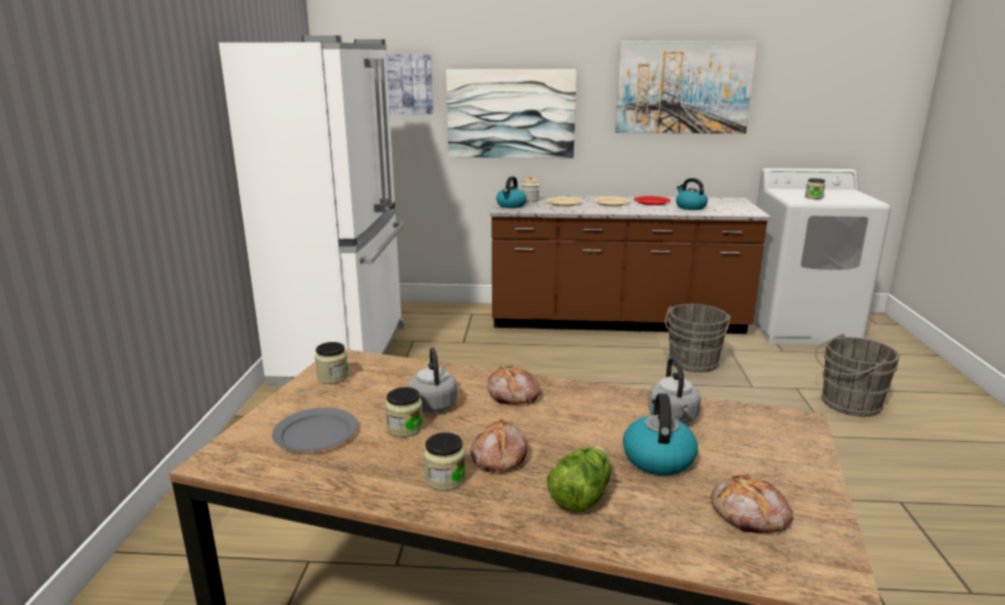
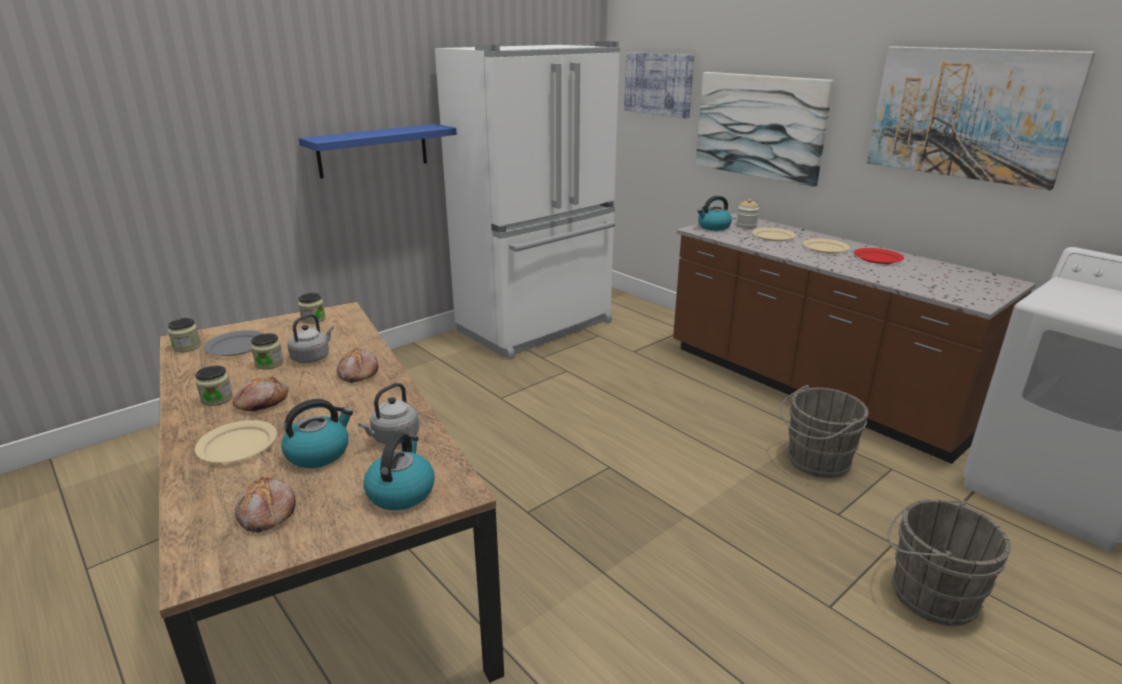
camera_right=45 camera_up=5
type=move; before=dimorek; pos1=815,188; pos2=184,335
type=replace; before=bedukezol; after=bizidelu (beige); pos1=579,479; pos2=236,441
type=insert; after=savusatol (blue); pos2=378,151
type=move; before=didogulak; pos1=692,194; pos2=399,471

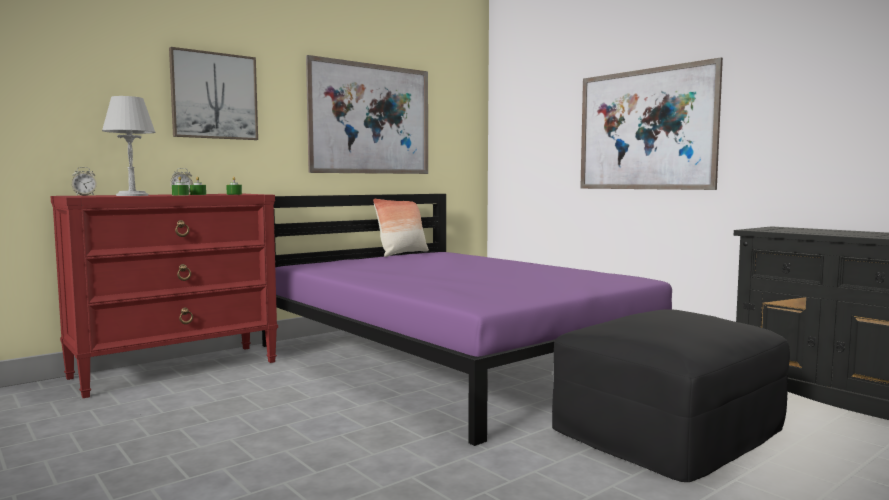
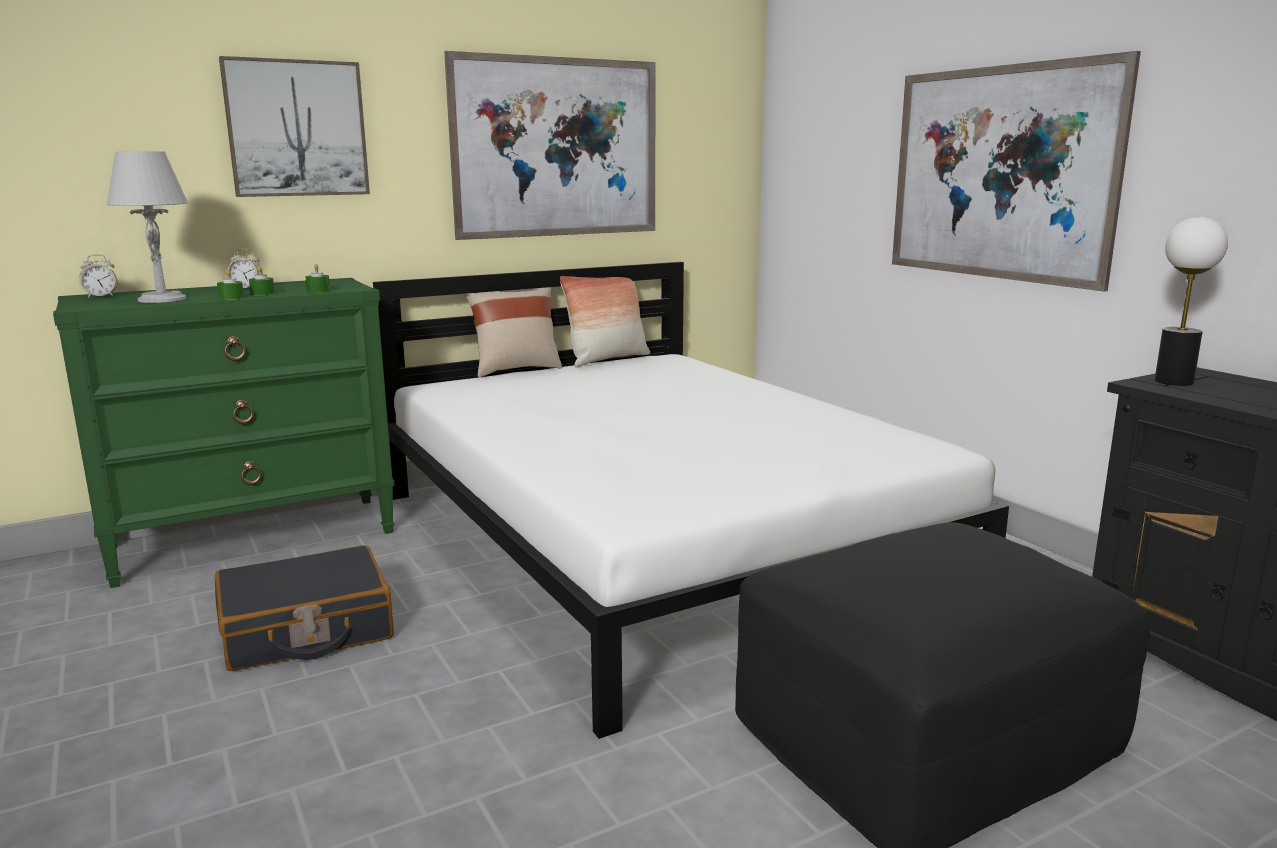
camera_right=10 camera_up=10
type=recolor; before=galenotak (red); after=galenotak (green); pos1=164,296; pos2=224,433
type=insert; after=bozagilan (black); pos2=304,608
type=recolor; before=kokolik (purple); after=kokolik (white); pos1=467,320; pos2=691,500
type=insert; after=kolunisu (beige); pos2=513,332
type=insert; after=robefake; pos2=1191,301

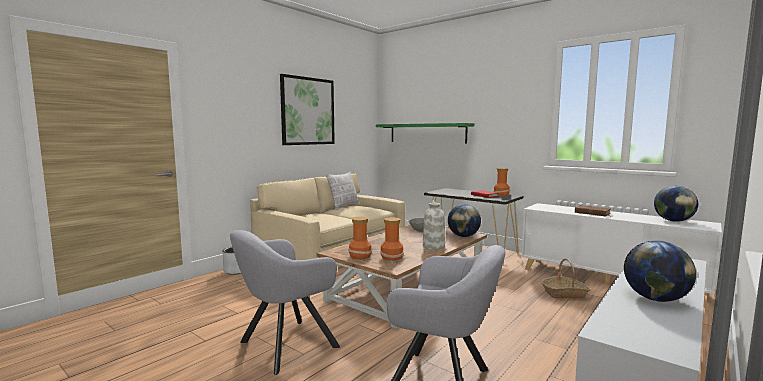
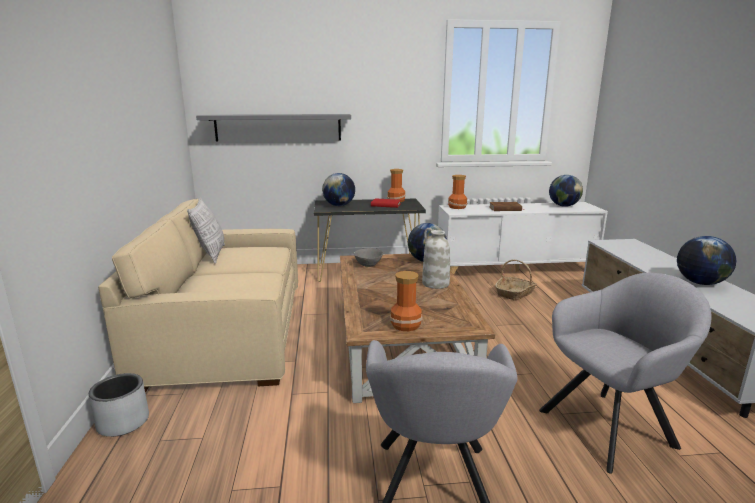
camera_right=-45 camera_up=10
type=recolor; before=savusatol (green); after=savusatol (grey); pos1=425,133; pos2=273,128
type=insert; after=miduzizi; pos2=338,189
type=move; before=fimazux; pos1=392,239; pos2=457,192
type=delete; before=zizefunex; pos1=307,109

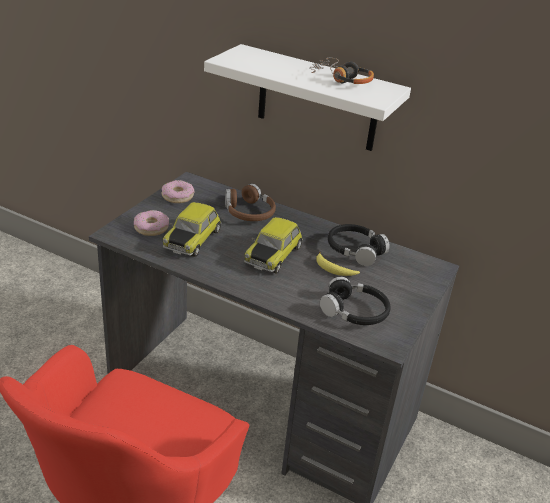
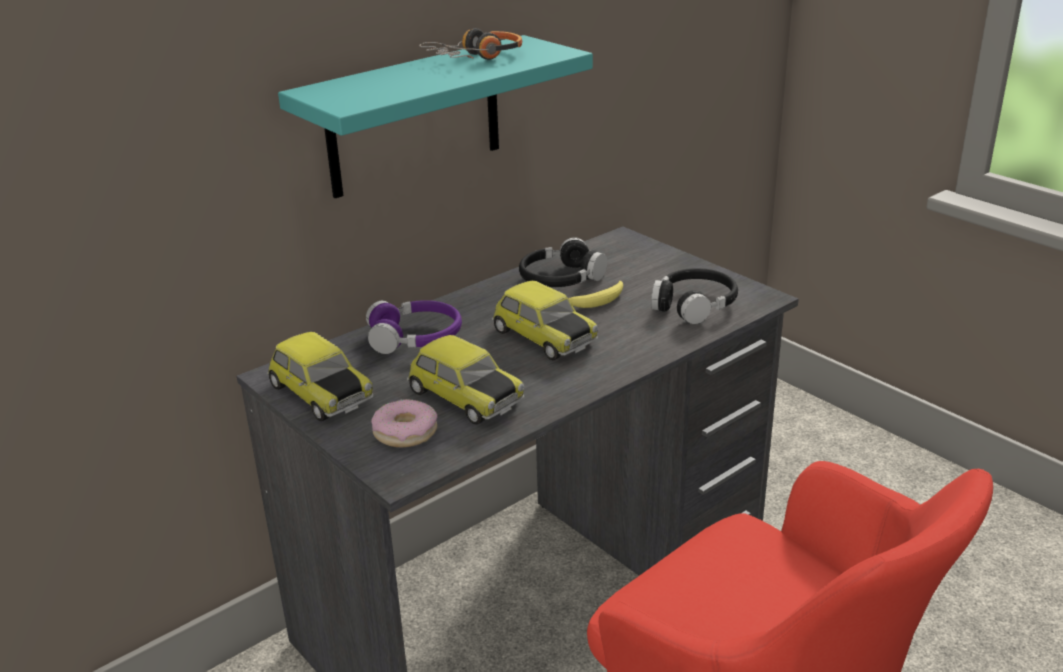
camera_right=-65 camera_up=-5
type=replace; before=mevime; after=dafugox; pos1=178,191; pos2=320,376
type=recolor; before=savusatol (white); after=savusatol (turquoise); pos1=307,97; pos2=435,116
type=recolor; before=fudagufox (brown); after=fudagufox (purple); pos1=250,202; pos2=414,327

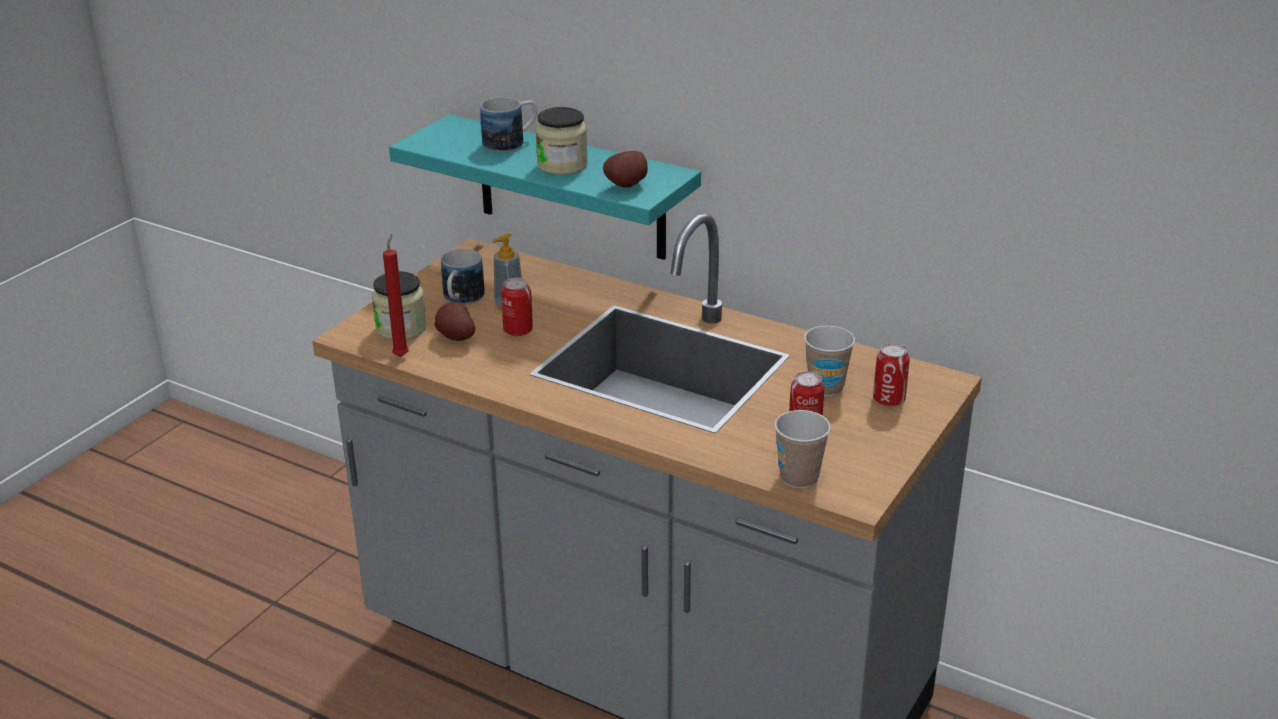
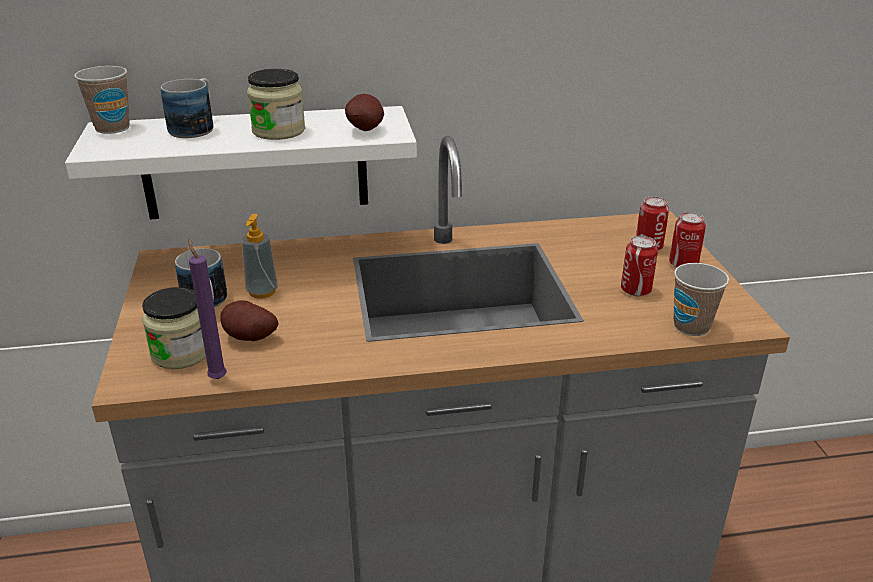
camera_right=-40 camera_up=0
type=recolor; before=savusatol (turquoise); after=savusatol (white); pos1=545,187; pos2=241,163
type=move; before=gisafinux; pos1=829,361; pos2=102,100
type=recolor; before=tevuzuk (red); after=tevuzuk (purple); pos1=396,295; pos2=207,308
type=move; before=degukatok; pos1=517,307; pos2=687,240

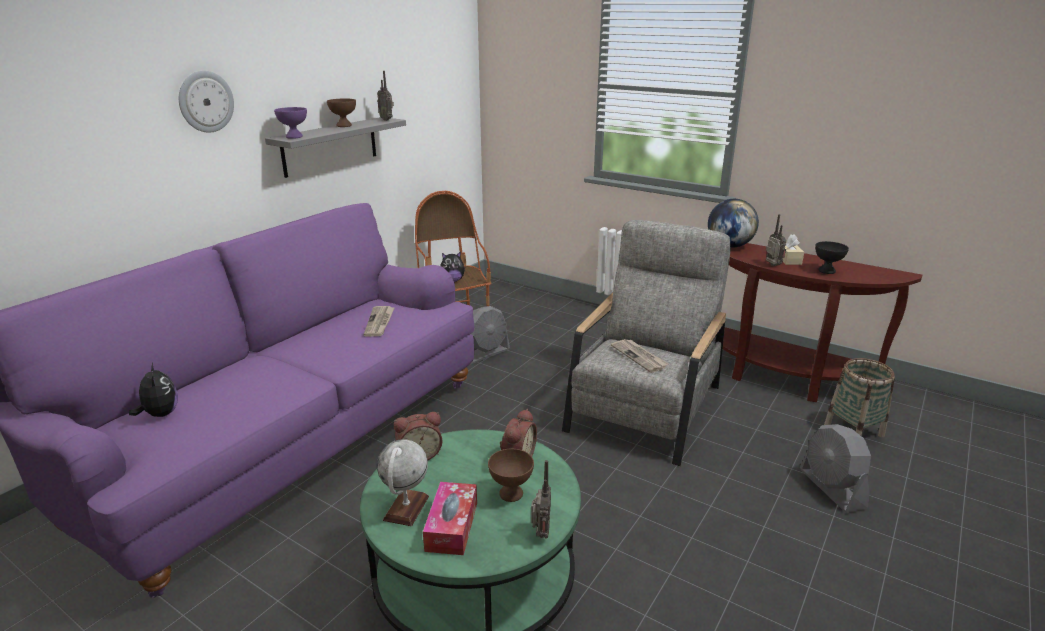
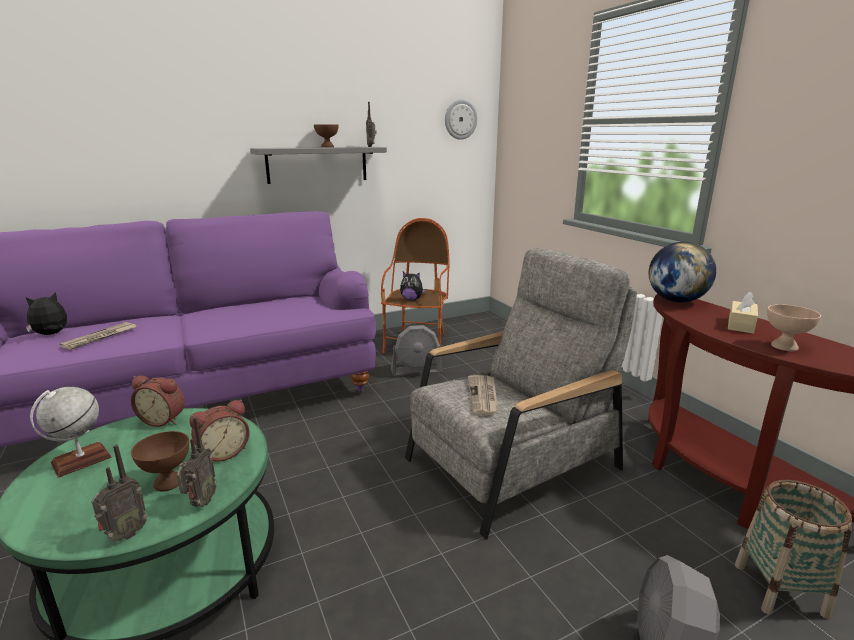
camera_right=30 camera_up=-5
type=rotate; before=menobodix; pos1=153,390; pos2=46,313; turn=-135
type=move; before=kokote; pos1=379,321; pos2=98,336
type=move; before=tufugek; pos1=776,240; pos2=196,462
type=move; before=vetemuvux; pos1=206,102; pos2=461,119
type=recolor; before=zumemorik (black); after=zumemorik (beige); pos1=832,257; pos2=794,327
type=delete; before=zumemorik (purple); pos1=290,123
type=delete; before=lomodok; pos1=450,518

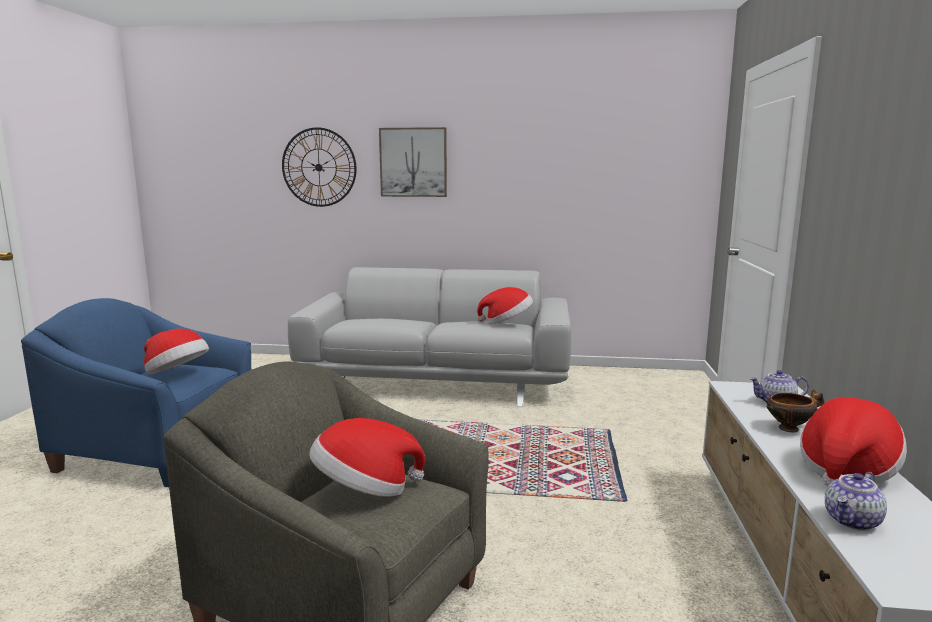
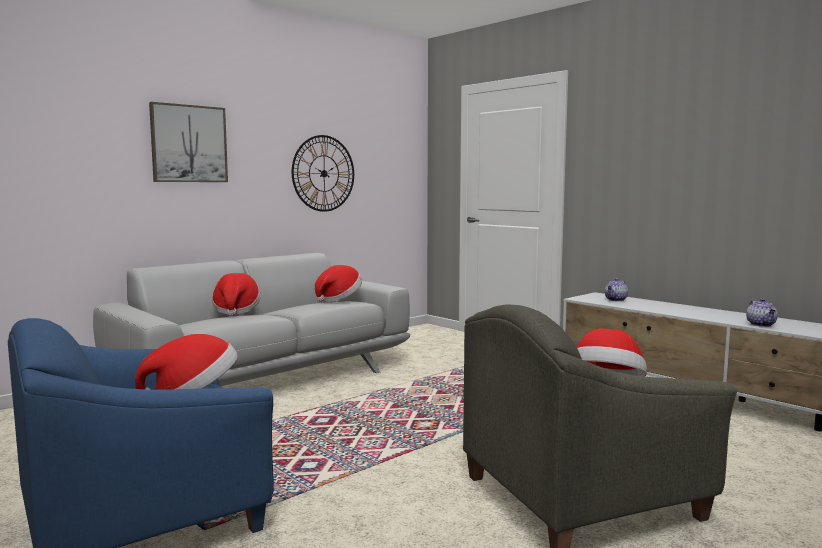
camera_right=-50 camera_up=-5
type=move; before=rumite; pos1=853,442; pos2=236,294
type=move; before=vetemuvux; pos1=319,167; pos2=323,173
type=delete; before=zumemorik; pos1=796,411

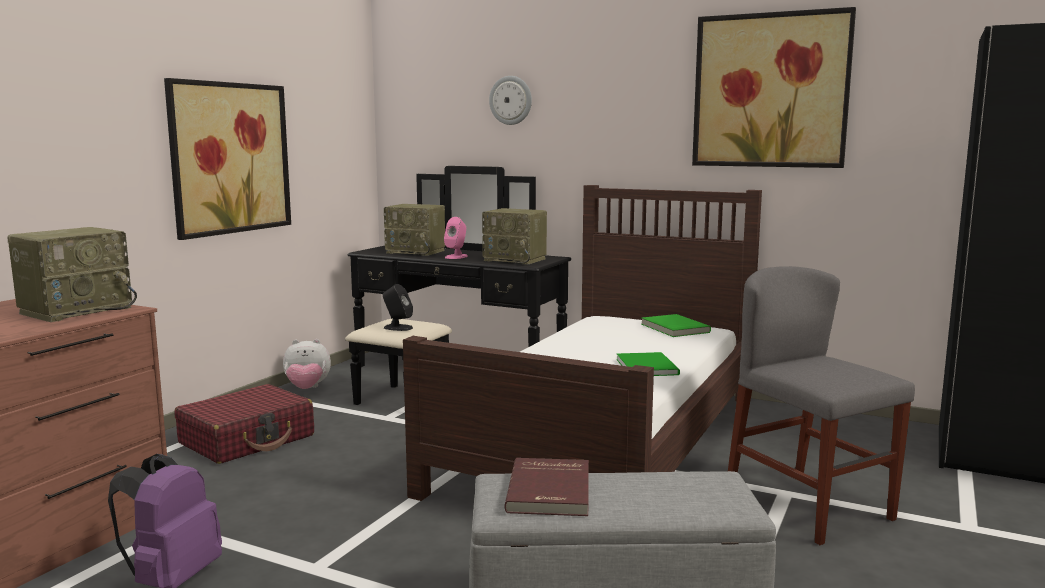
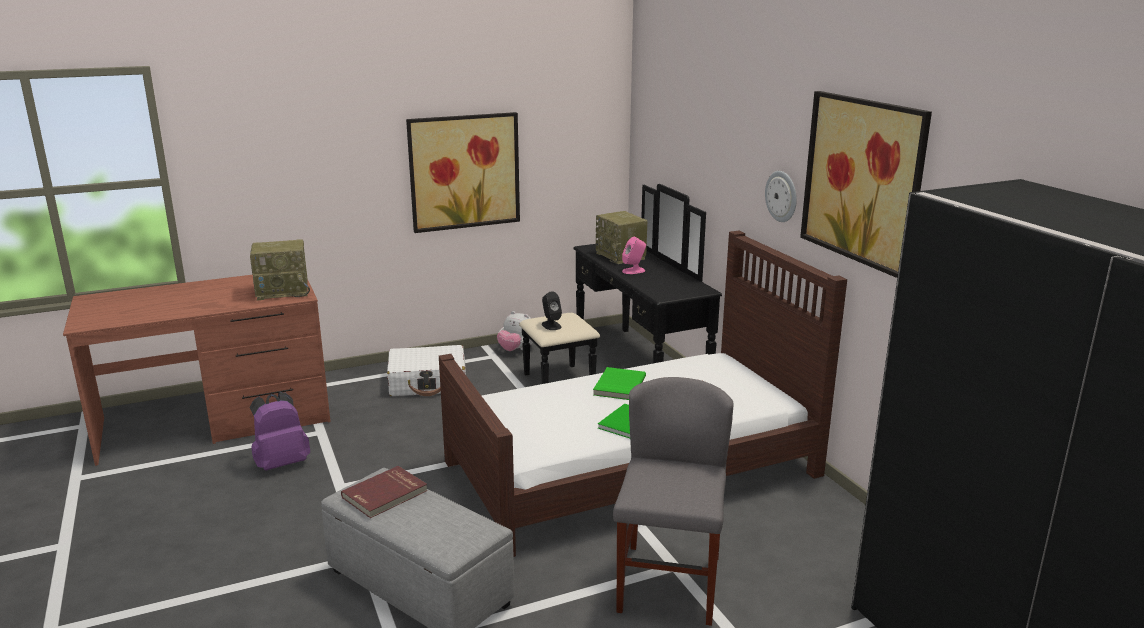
camera_right=40 camera_up=10
type=recolor; before=bozagilan (red); after=bozagilan (white); pos1=244,424; pos2=426,370
type=move; before=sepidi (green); pos1=676,325; pos2=619,383
type=move; before=vetemuvux; pos1=510,100; pos2=781,196
type=delete; before=tufugek; pos1=514,236

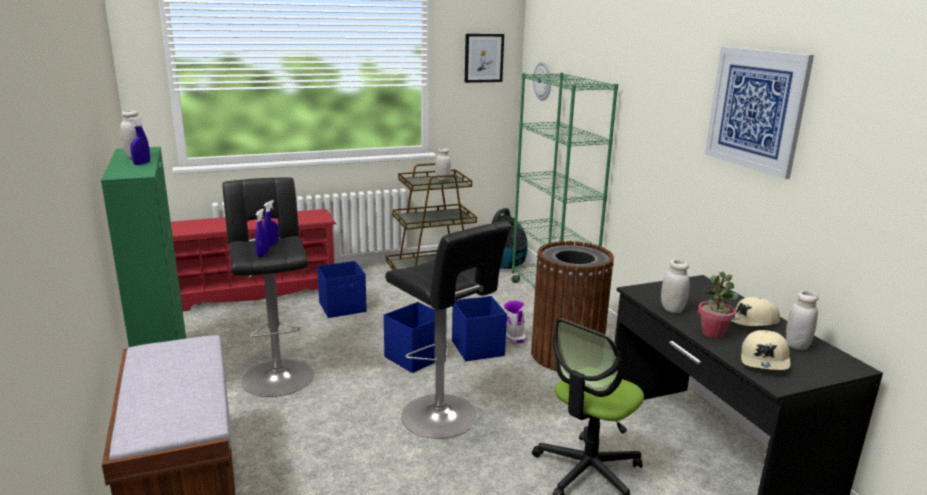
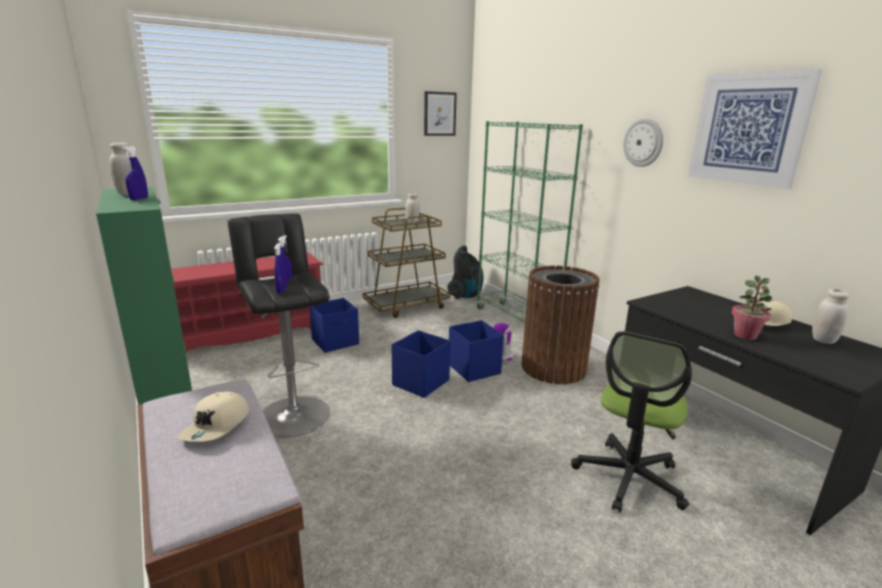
camera_right=-10 camera_up=0
type=move; before=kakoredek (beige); pos1=766,350; pos2=213,417
type=move; before=vetemuvux; pos1=542,81; pos2=643,142
type=delete; before=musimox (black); pos1=448,330
type=delete; before=dimorek (white); pos1=675,286

